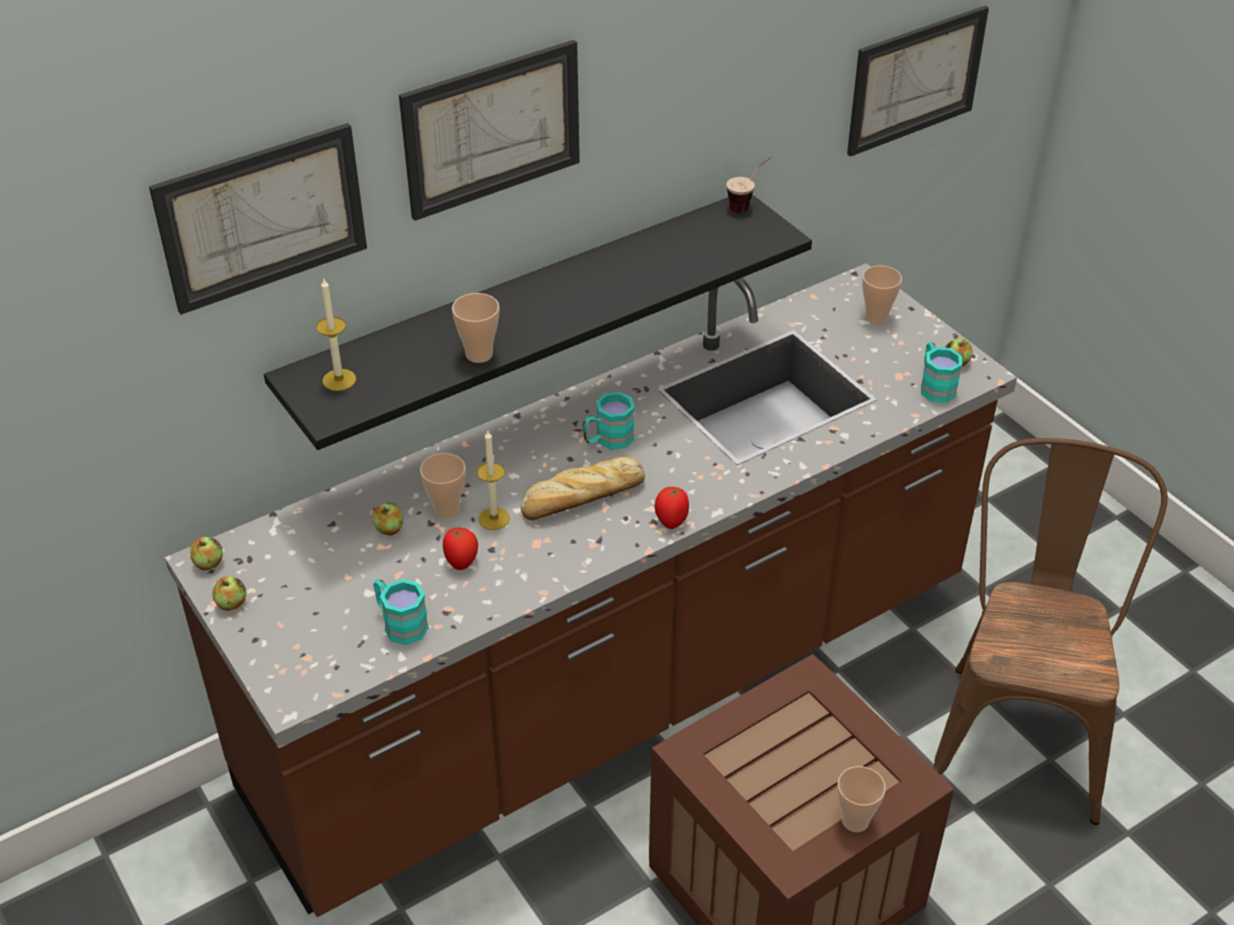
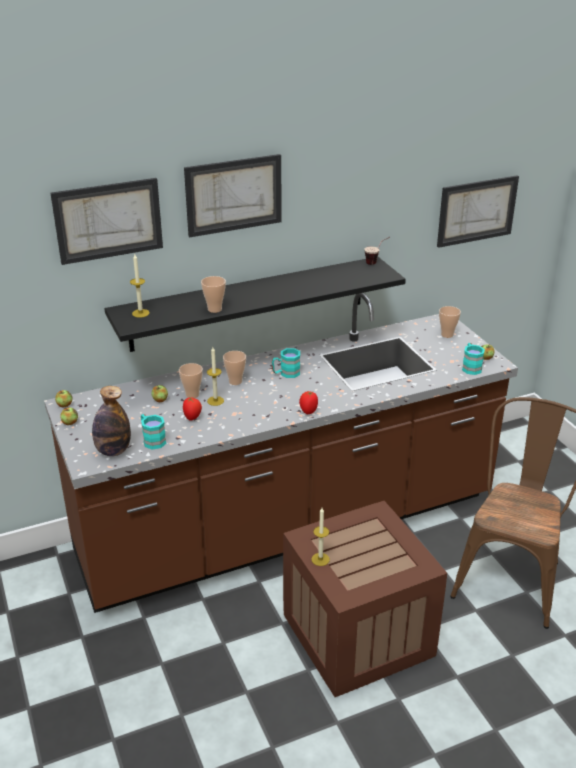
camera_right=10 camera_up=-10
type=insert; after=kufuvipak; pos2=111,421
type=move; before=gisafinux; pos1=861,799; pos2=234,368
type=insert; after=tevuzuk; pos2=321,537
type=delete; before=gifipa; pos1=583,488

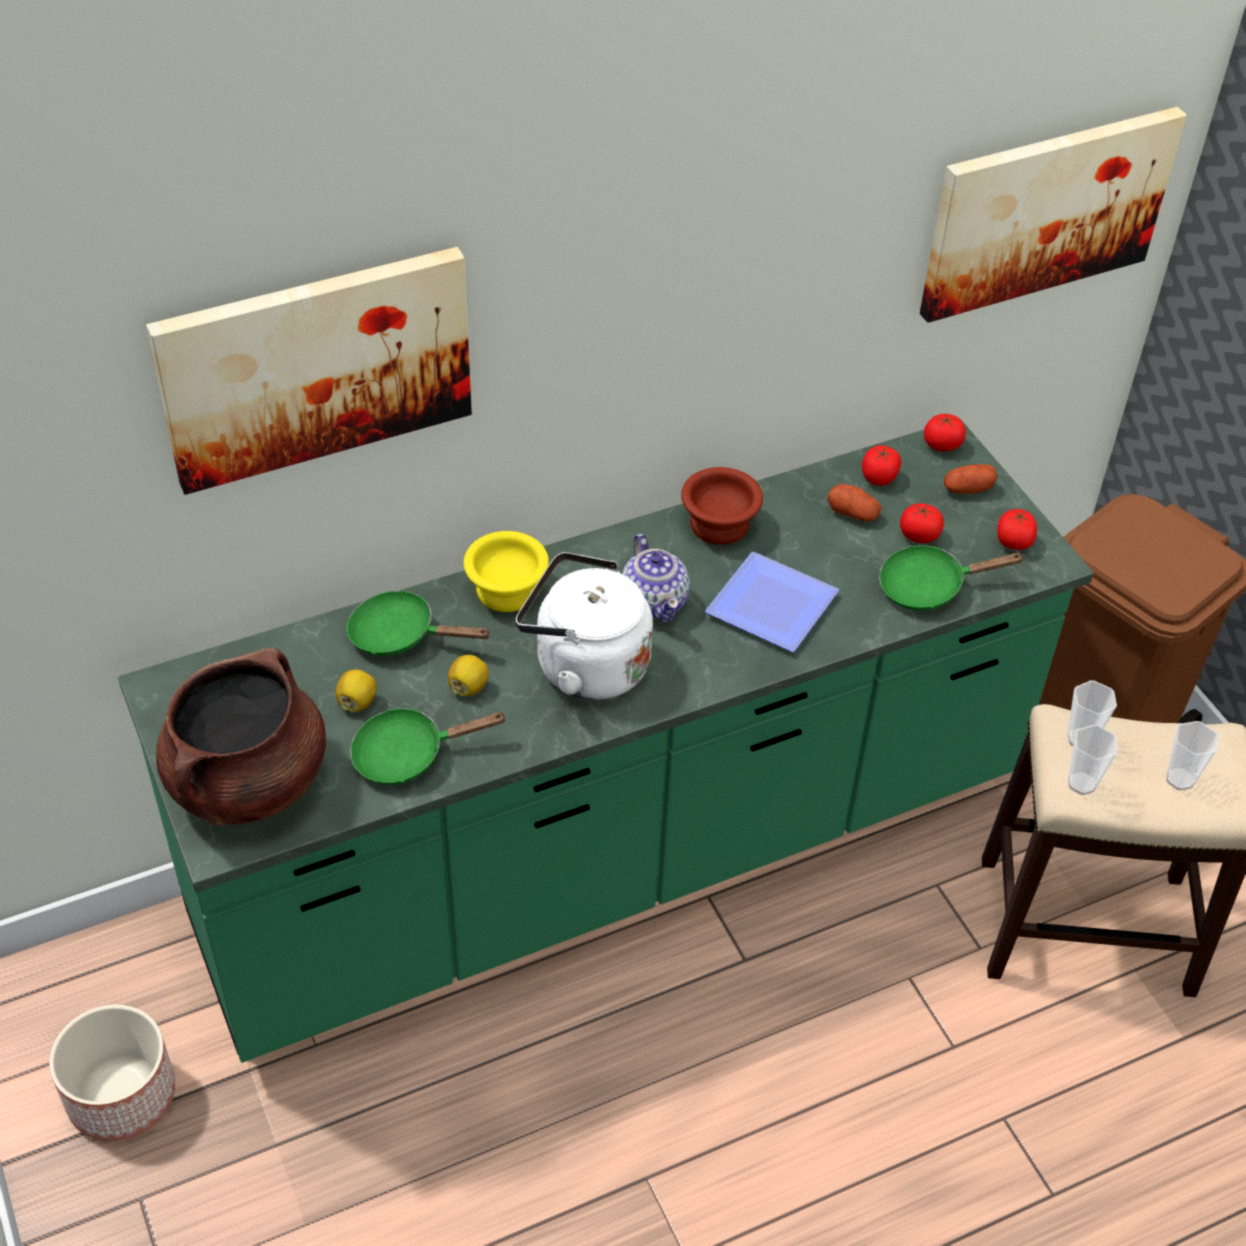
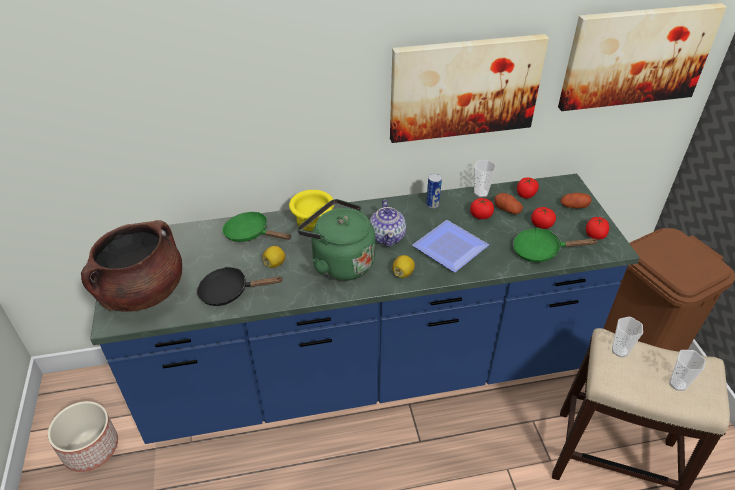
camera_right=15 camera_up=-5
type=recolor; before=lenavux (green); after=lenavux (blue); pos1=606,741; pos2=365,309
type=recolor; before=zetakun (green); after=zetakun (black); pos1=428,746; pos2=240,286
type=recolor; before=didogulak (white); after=didogulak (green); pos1=584,626; pos2=336,240
type=move; before=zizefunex; pos1=309,371; pos2=469,88
type=move; before=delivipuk; pos1=355,690; pos2=403,266
type=replace; before=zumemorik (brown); after=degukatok; pos1=722,506; pos2=434,191
type=move; before=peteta; pos1=945,432; pos2=482,208
type=move; before=gisafinux; pos1=1092,759; pos2=485,178

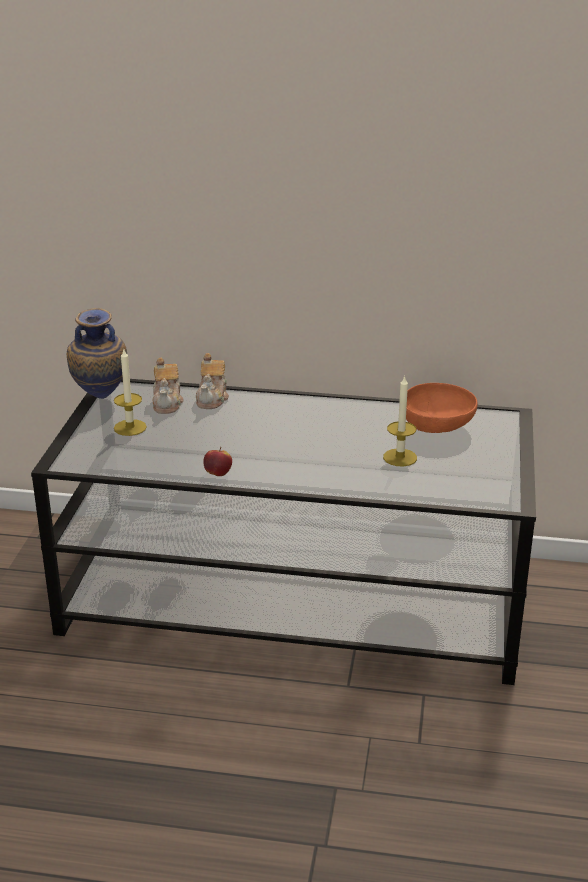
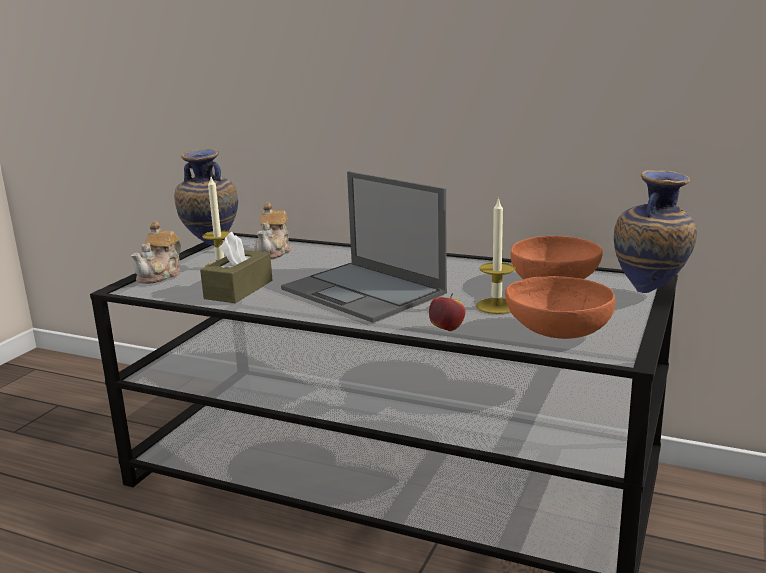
camera_right=15 camera_up=-10
type=move; before=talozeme; pos1=212,381; pos2=156,252
type=insert; after=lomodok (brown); pos2=236,267
type=insert; after=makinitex; pos2=364,247
type=move; before=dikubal; pos1=217,461; pos2=447,312
type=insert; after=zumemorik (orange); pos2=560,307
type=insert; after=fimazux; pos2=655,231

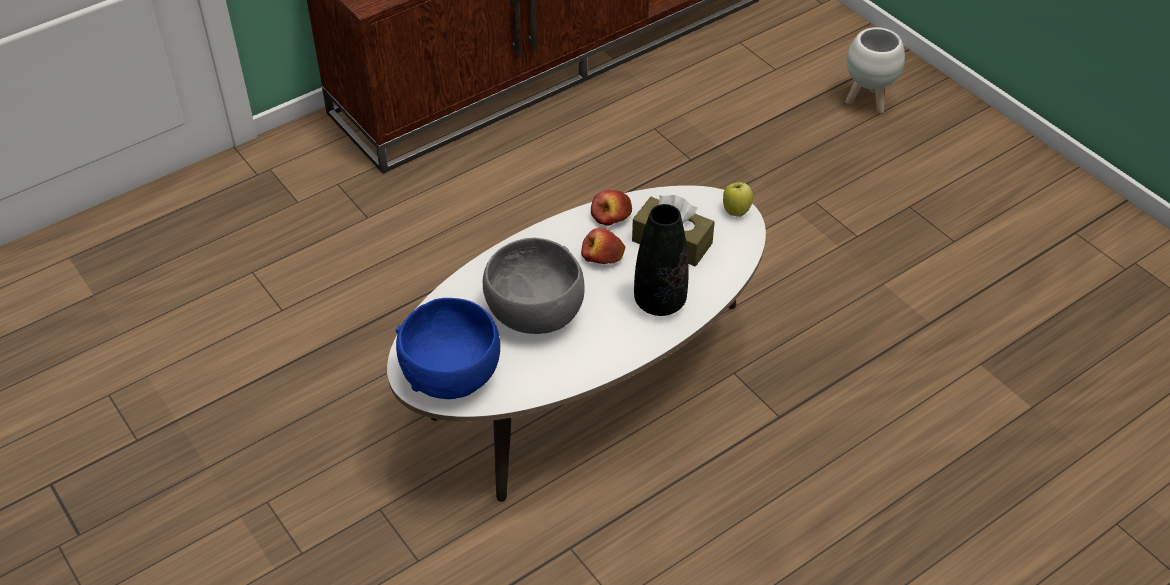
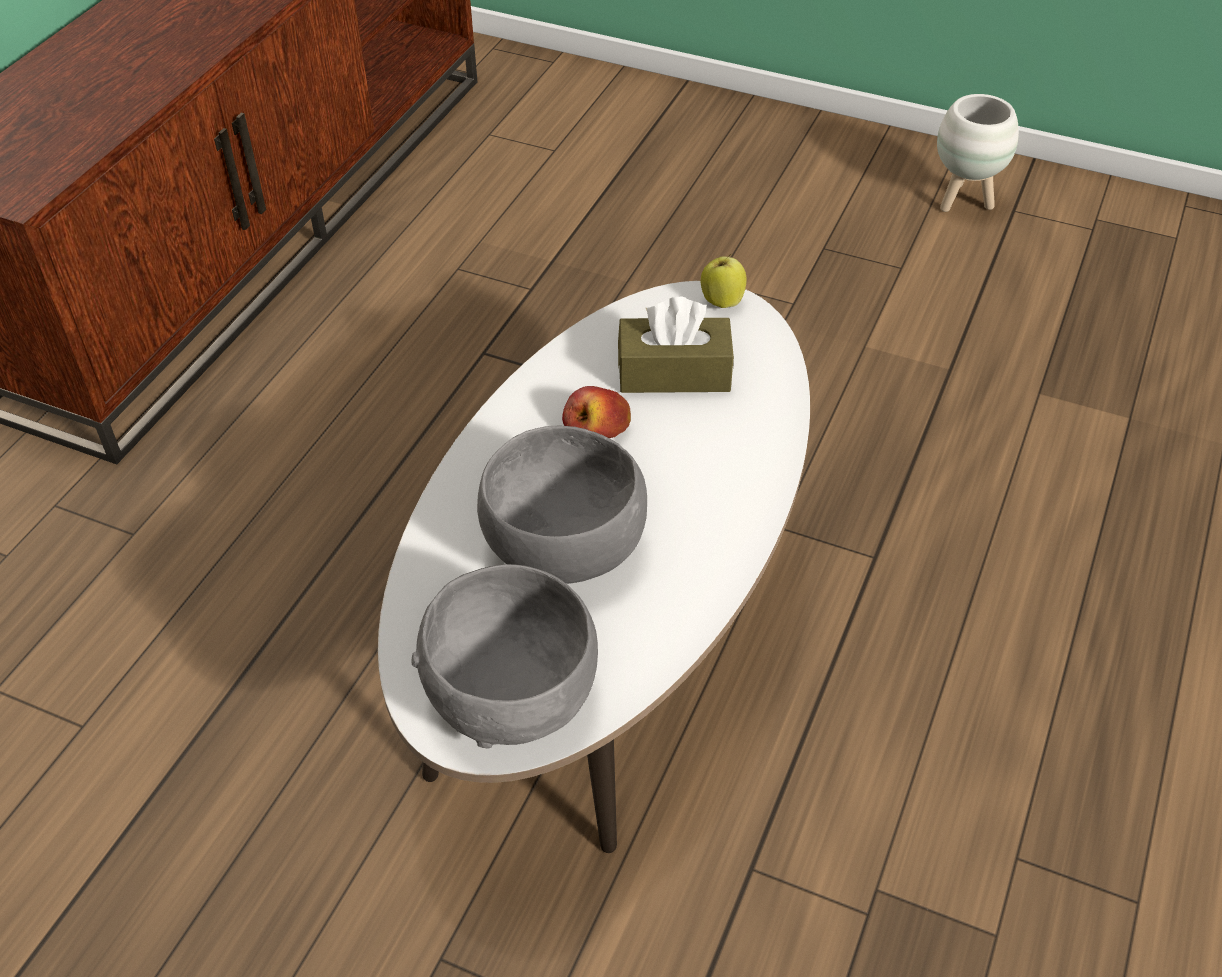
camera_right=-30 camera_up=0
type=recolor; before=zumemorik (blue); after=zumemorik (grey); pos1=448,348; pos2=504,656
type=move; before=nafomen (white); pos1=875,70; pos2=978,153
type=delete; before=dikubal; pos1=611,208
type=delete; before=fimazux (black); pos1=661,260

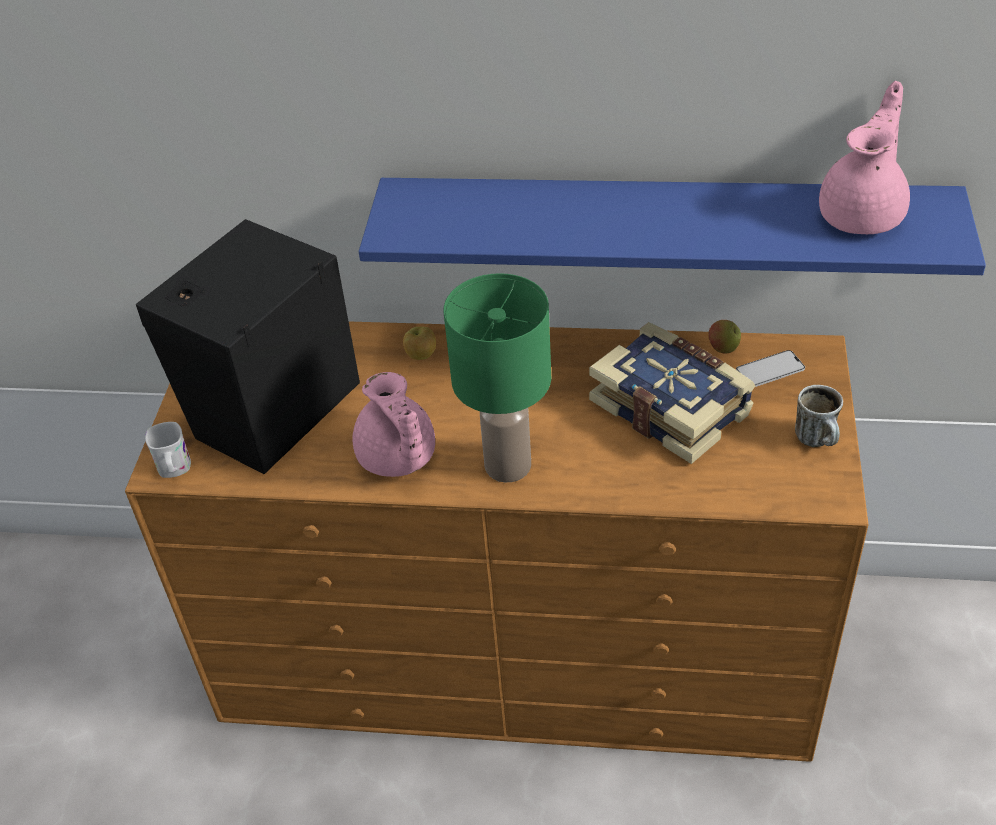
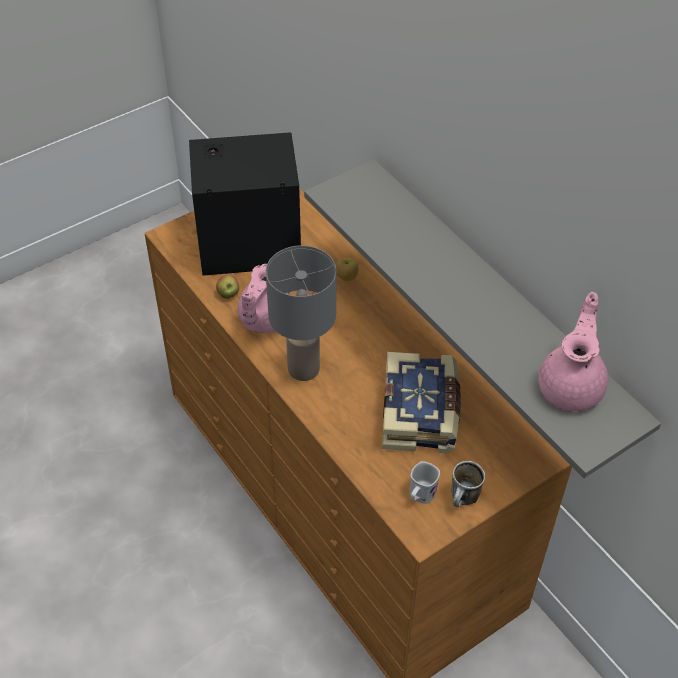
camera_right=45 camera_up=5
type=move; before=dikubal; pos1=724,337; pos2=227,287
type=recolor; before=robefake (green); after=robefake (grey); pos1=497,377; pos2=301,313
type=recolor; before=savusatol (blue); after=savusatol (grey); pos1=672,226; pos2=482,318
type=move; before=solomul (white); pos1=168,450; pos2=424,482
type=rotate; before=talozeme (pink); pos1=864,157; pos2=573,351; turn=-60
type=delete; before=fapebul; pos1=770,368

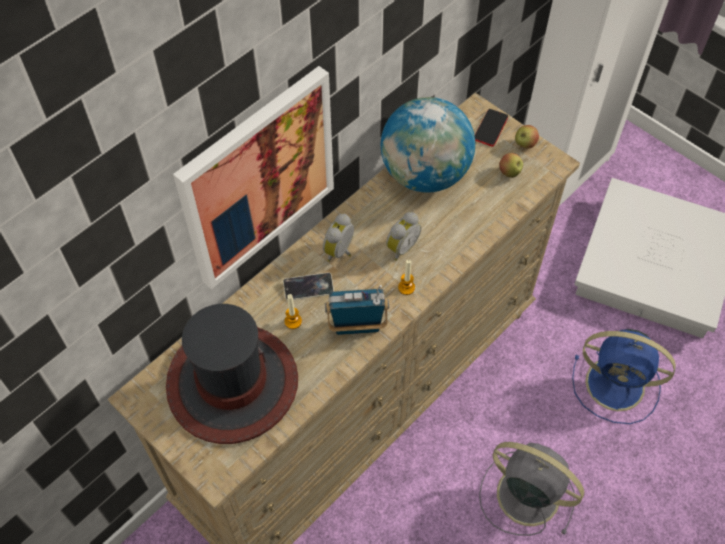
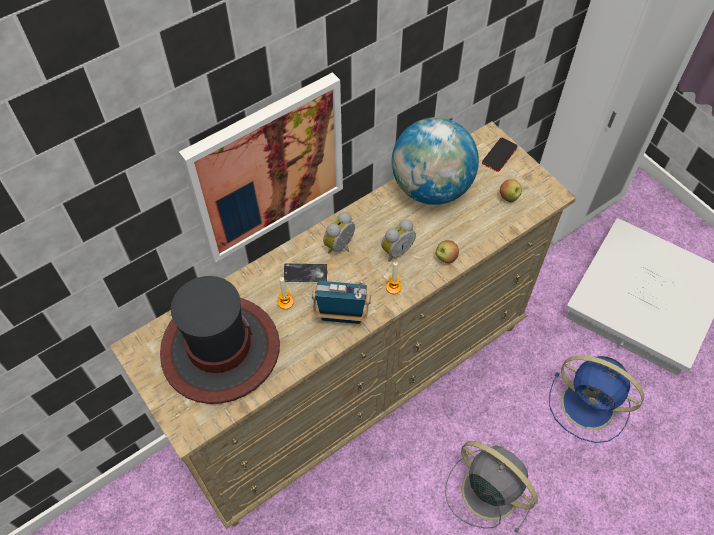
camera_right=10 camera_up=0
type=move; before=dikubal; pos1=527,137; pos2=447,251

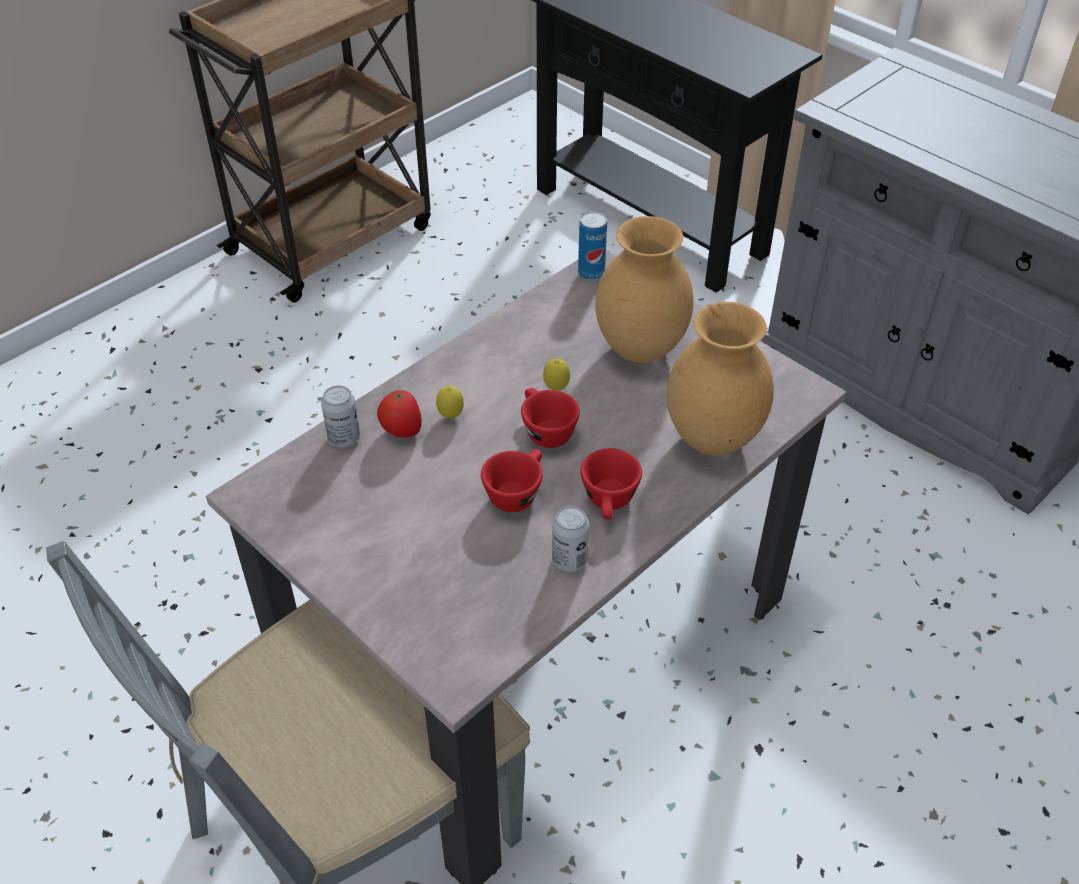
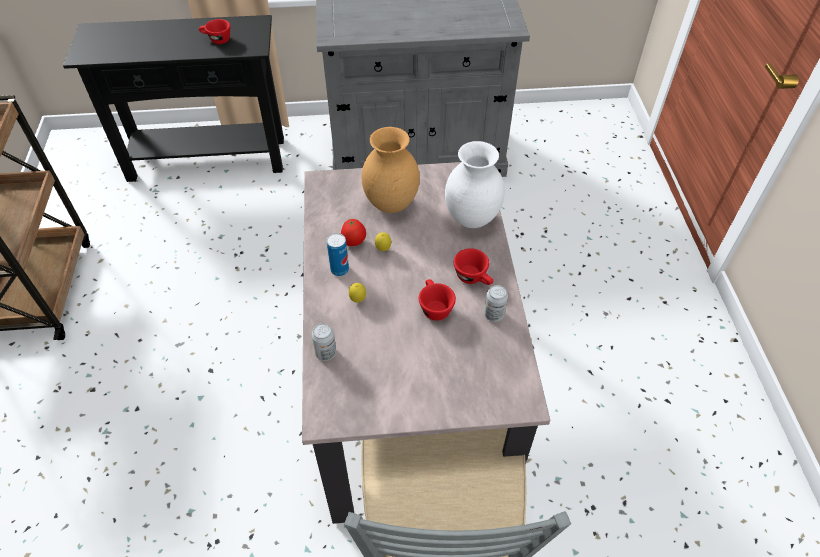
camera_right=-50 camera_up=5
type=move; before=gisafinux (red); pos1=550,418; pos2=214,31
type=move; before=degukatok; pos1=592,245; pos2=338,254
type=move; before=peteta; pos1=399,414; pos2=353,232
type=recolor; before=fimazux (brown); after=fimazux (white); pos1=720,379; pos2=475,184

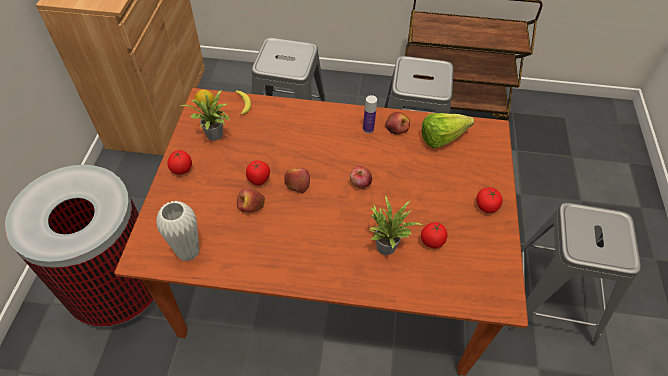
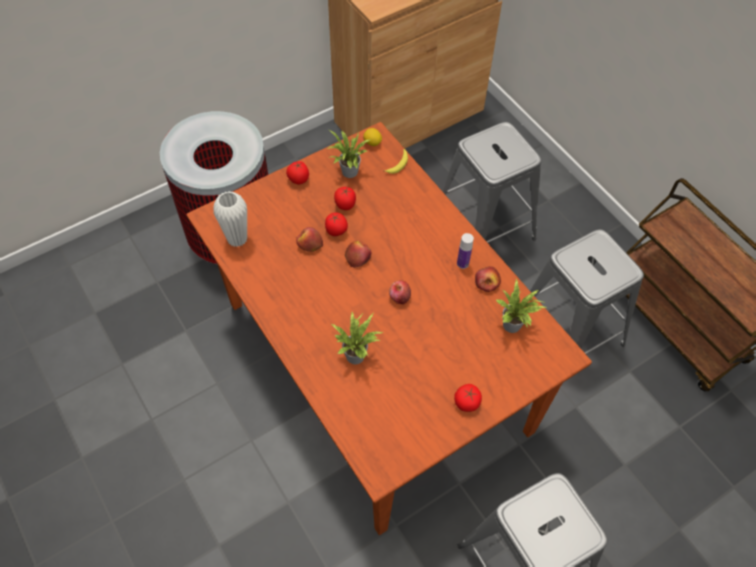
camera_right=50 camera_up=5
type=move; before=peteta; pos1=434,235; pos2=345,198
type=replace; before=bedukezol; after=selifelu; pos1=448,130; pos2=521,306

